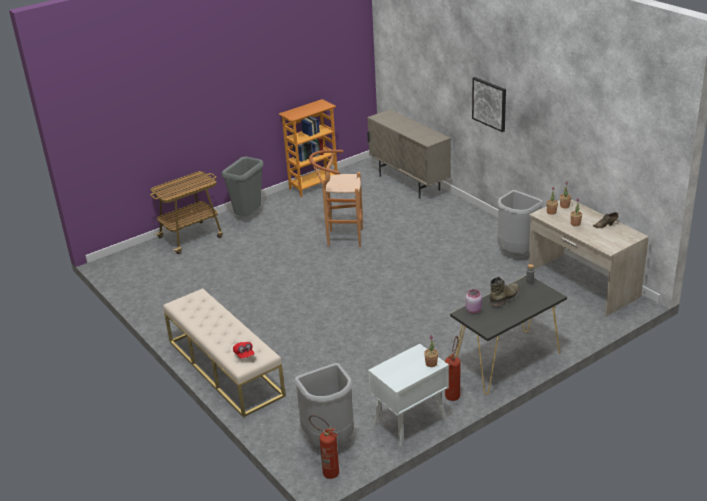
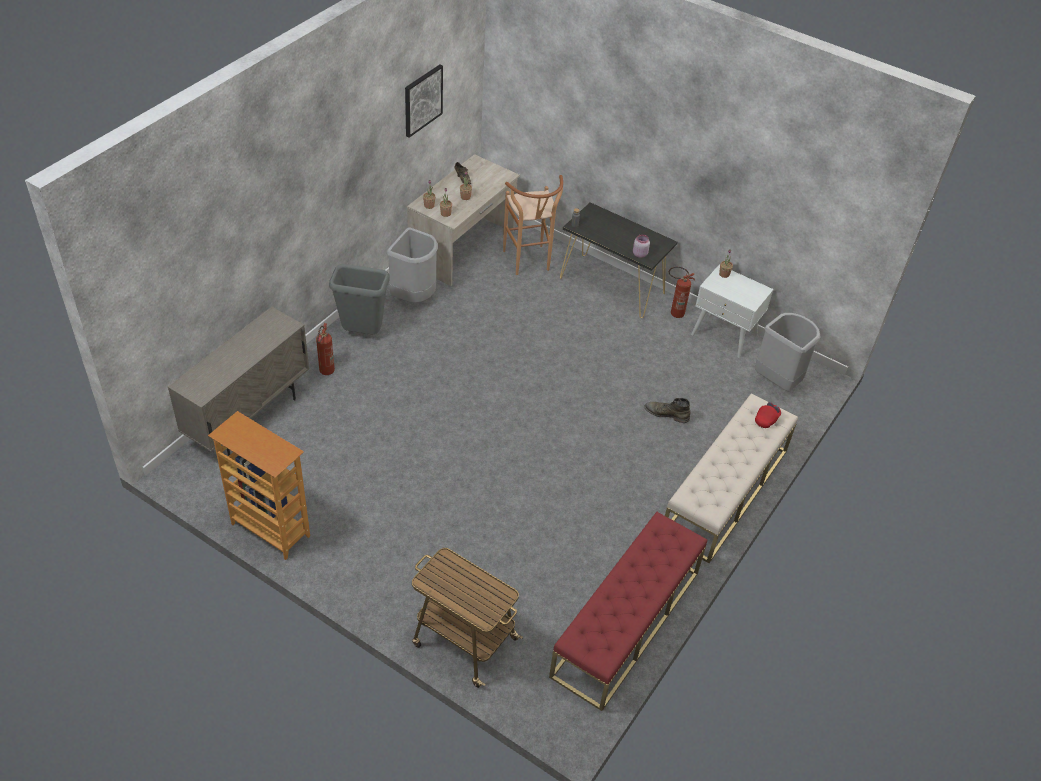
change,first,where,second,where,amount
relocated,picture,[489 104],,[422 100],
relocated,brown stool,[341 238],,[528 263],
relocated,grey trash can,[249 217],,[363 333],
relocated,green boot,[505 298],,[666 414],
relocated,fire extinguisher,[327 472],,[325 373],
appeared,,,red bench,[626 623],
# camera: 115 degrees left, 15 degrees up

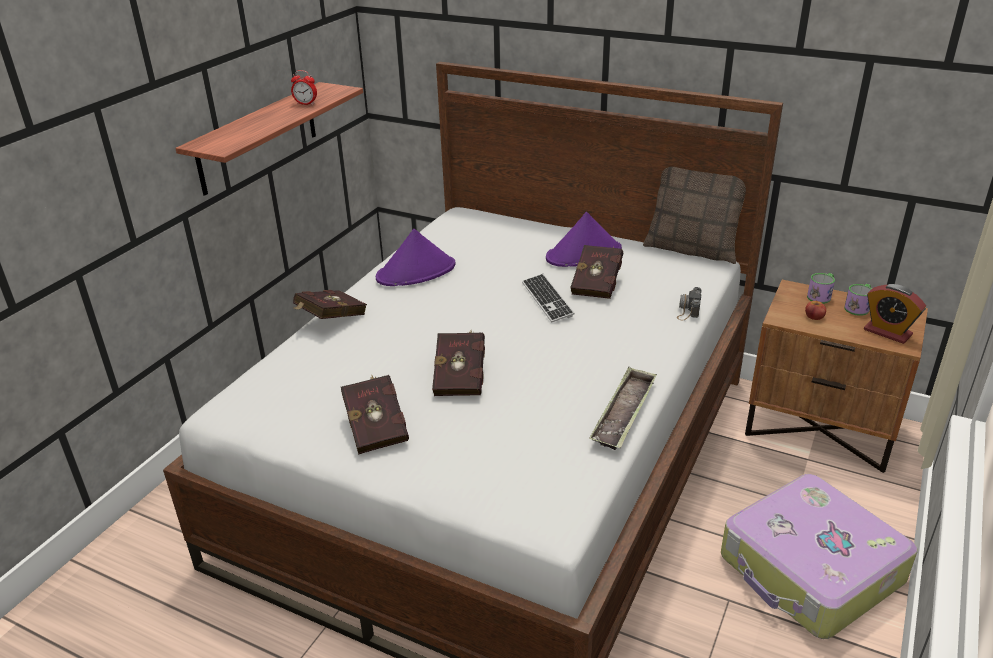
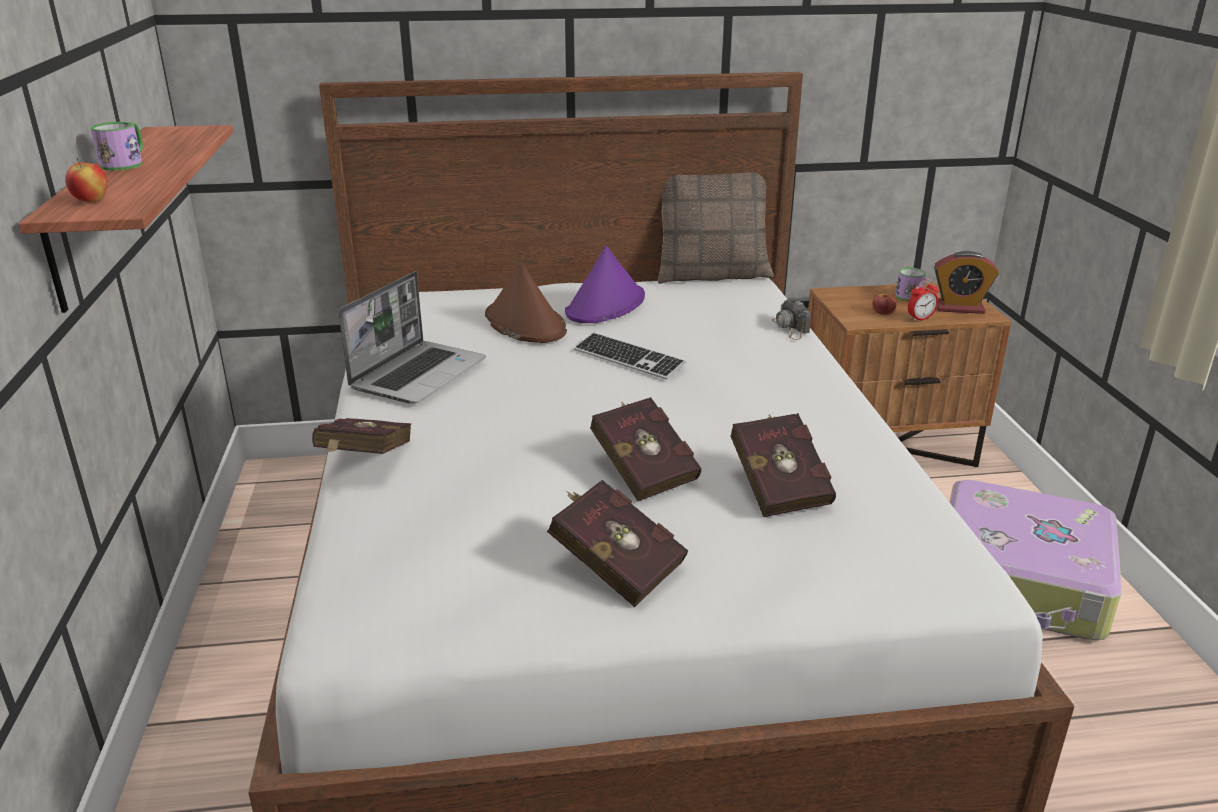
change,first,where,second,where,amount
relocated,alarm clock,[306 104],,[920 319],
exchanged,purple hat,[416 272],laptop,[419 374],
relocated,red book,[598 284],,[778 486],
relocated,mug,[821 296],,[126 163],
missing,tray,[624 413],,,
appeared,,,apple,[91 201],
appeared,,,brown hat,[524 323],
# camera: 35 degrees left, 5 degrees down

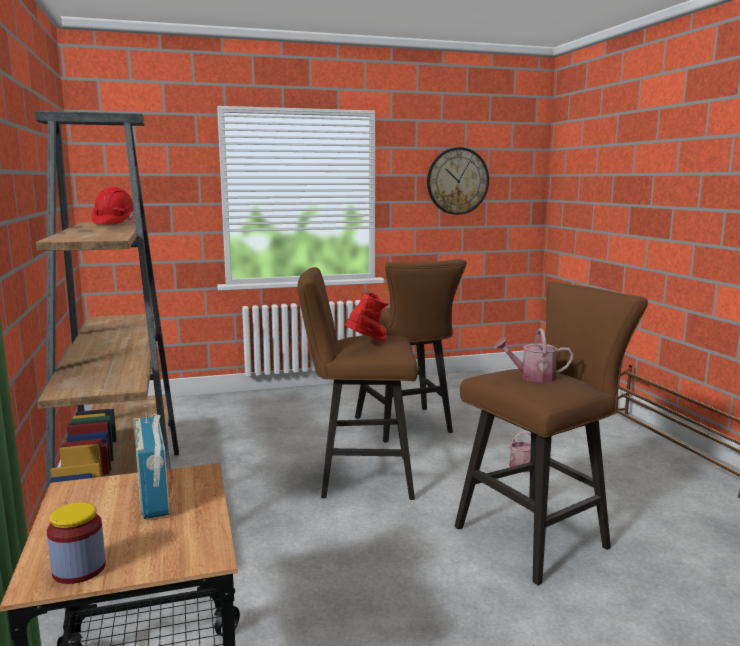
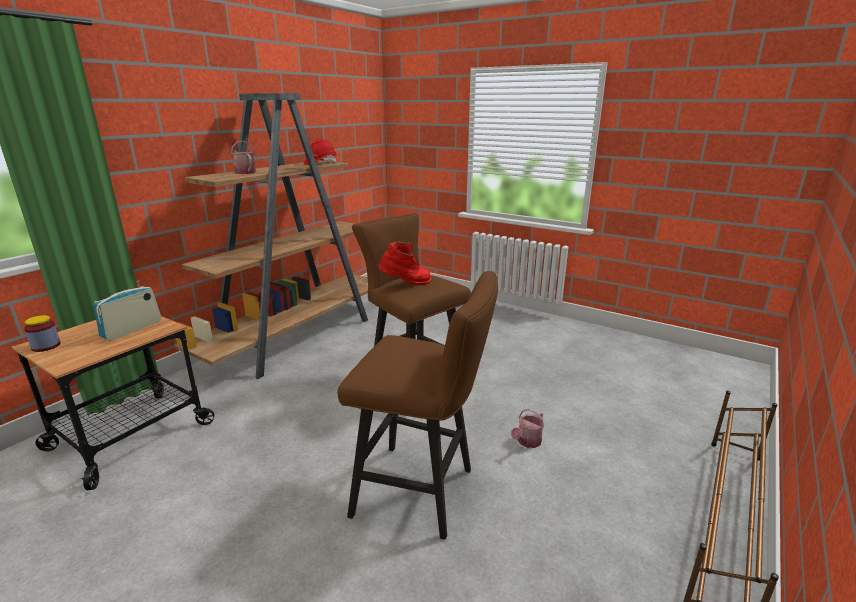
change,first,where,second,where,amount
missing,wall clock,[457 181],,,
missing,brown stool,[407 427],,,
relocated,watering can,[532 377],,[244 172],
# camera: 50 degrees right, 10 degrees up

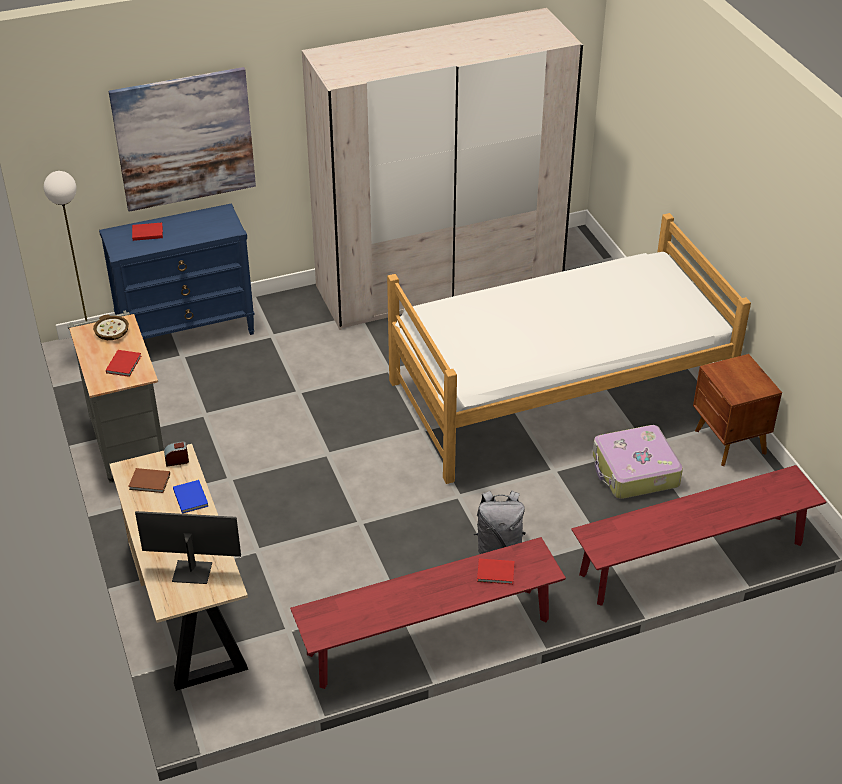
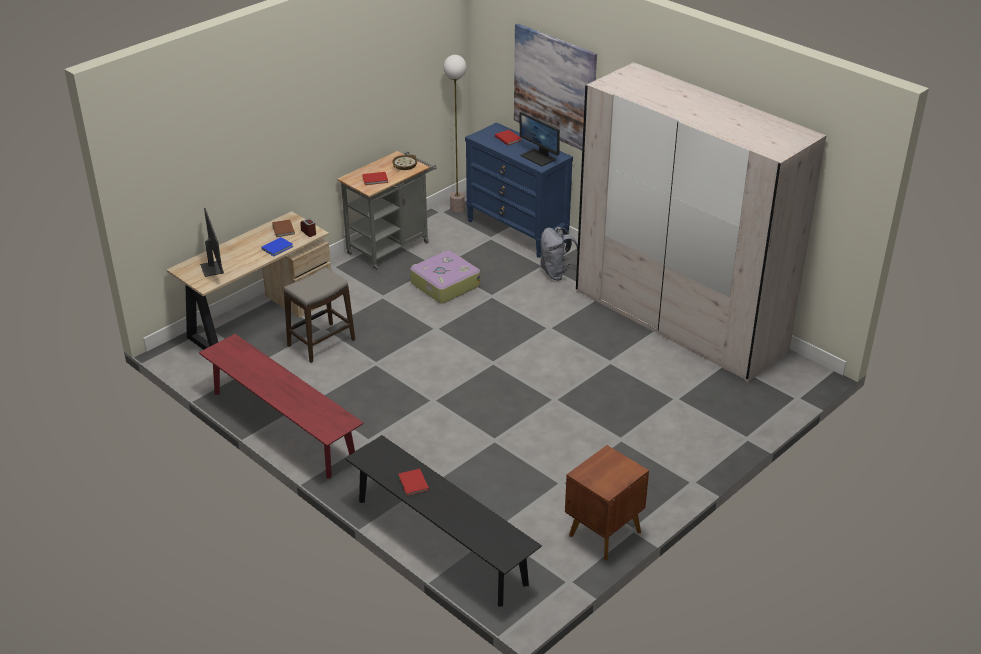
change,first,where,second,where,amount
missing,bed,[559 395],,,
relocated,suitcase,[634 471],,[444 284],
colour,red bench,[691 559],black bench,[440 541],
relocated,grey backpack,[499 548],,[557 273],
relocated,red book,[496 573],,[413 484],
appeared,,,monitor,[538 157],
appeared,,,stool,[321 343],
# camera: 65 degrees right, 5 degrees down

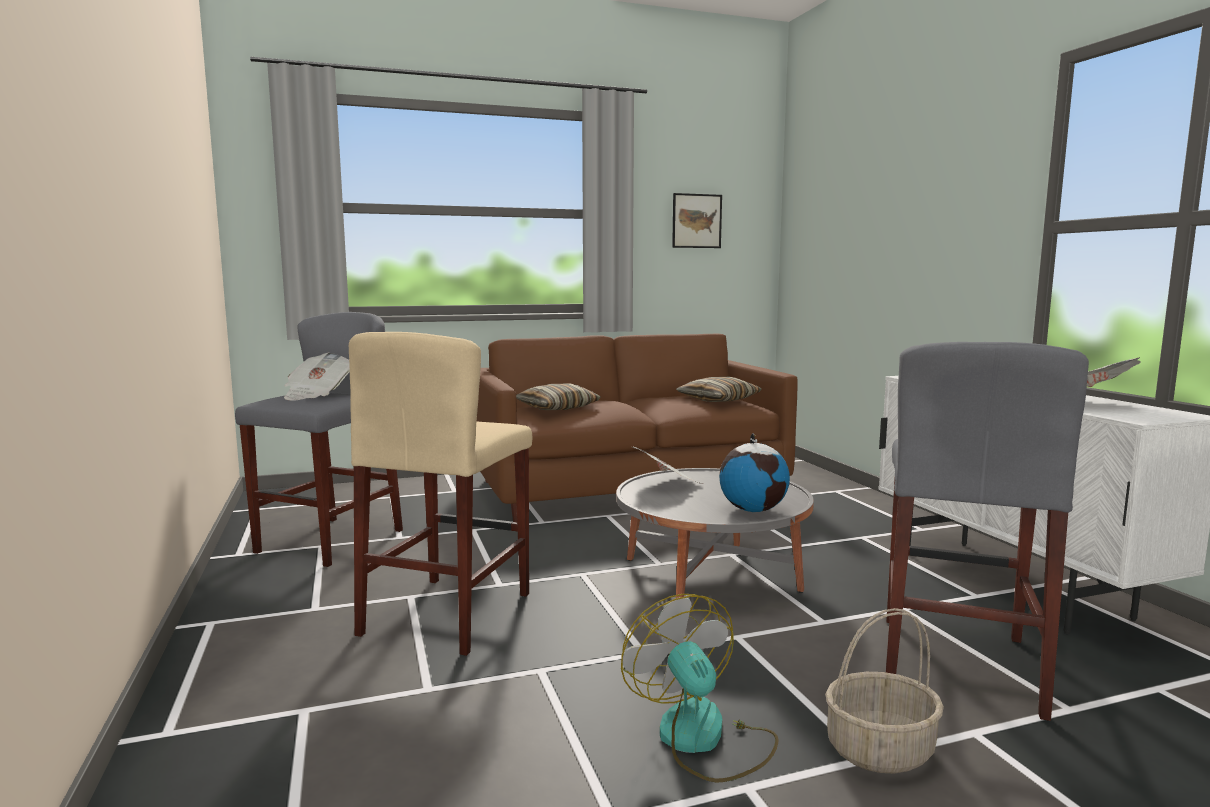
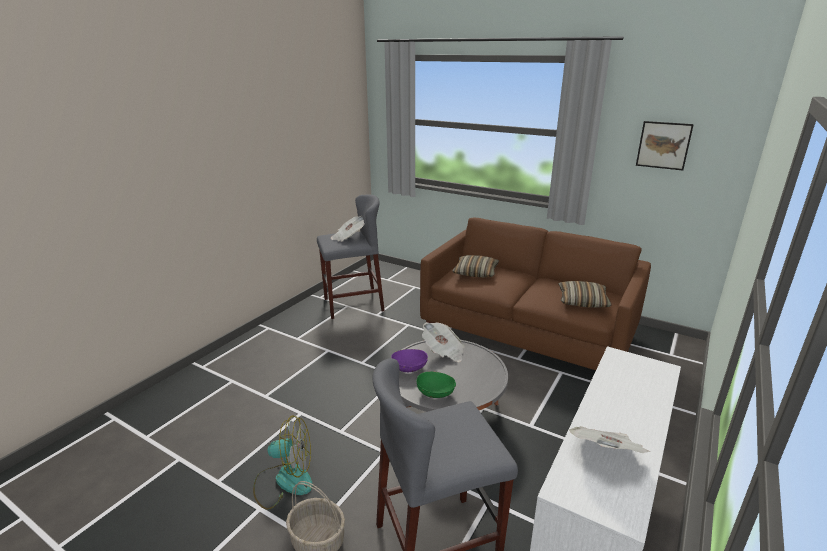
change,first,where,second,where,amount
missing,beige stool,[447 613],,,
exchanged,globe,[753 510],green bowl,[435 393],
spun,fan,[702 739],,[284 481],60 degrees clockwise
appeared,,,purple bowl,[409 368],
# camera: 50 degrees right, 15 degrees up

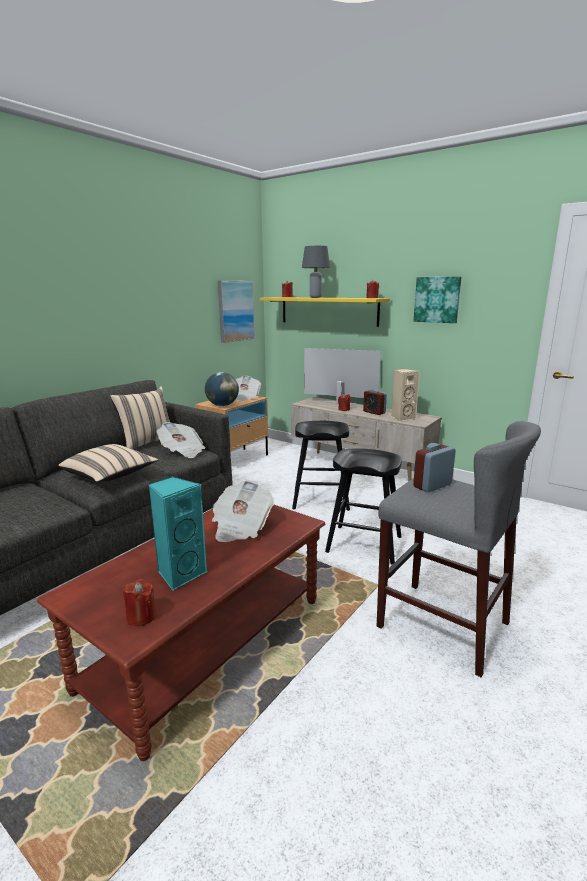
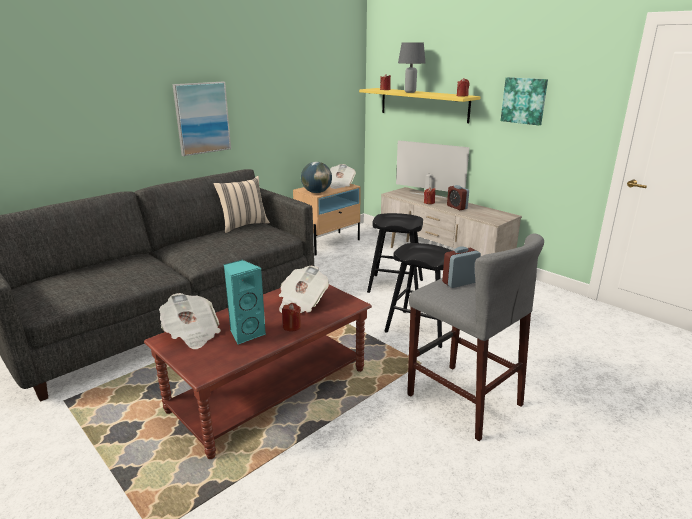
change,first,where,second,where,amount
relocated,picture,[235 311],,[202 118],
missing,beige speaker,[402 418],,,
relocated,newspaper,[182 451],,[192 334],
missing,beige pillow,[110 476],,,
relocated,red candle,[141 617],,[292 327],
# camera: 10 degrees right, 5 degrees up

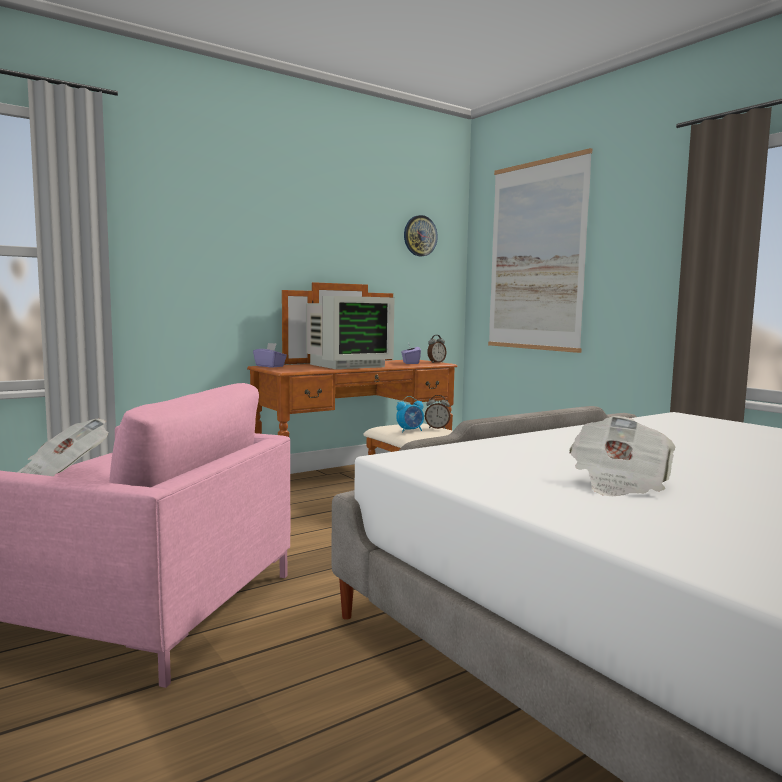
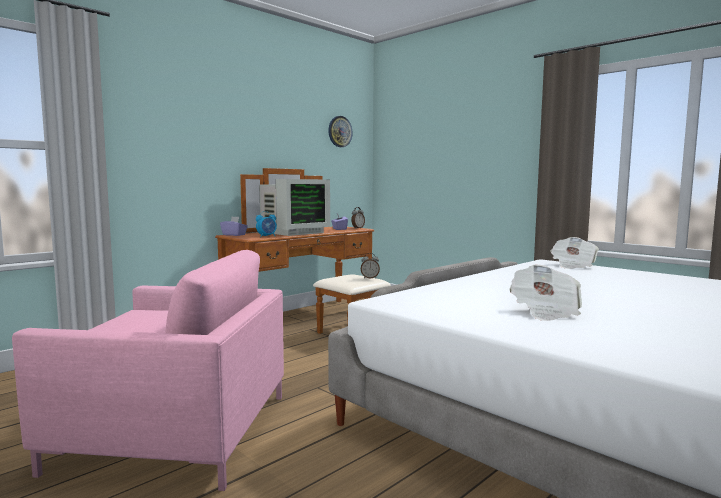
change,first,where,second,where,amount
missing,picture,[536 256],,,
relocated,alarm clock,[410 431],,[267 236],
relocated,newspaper,[61 473],,[572 265],
# camera: 10 degrees left, 0 degrees up

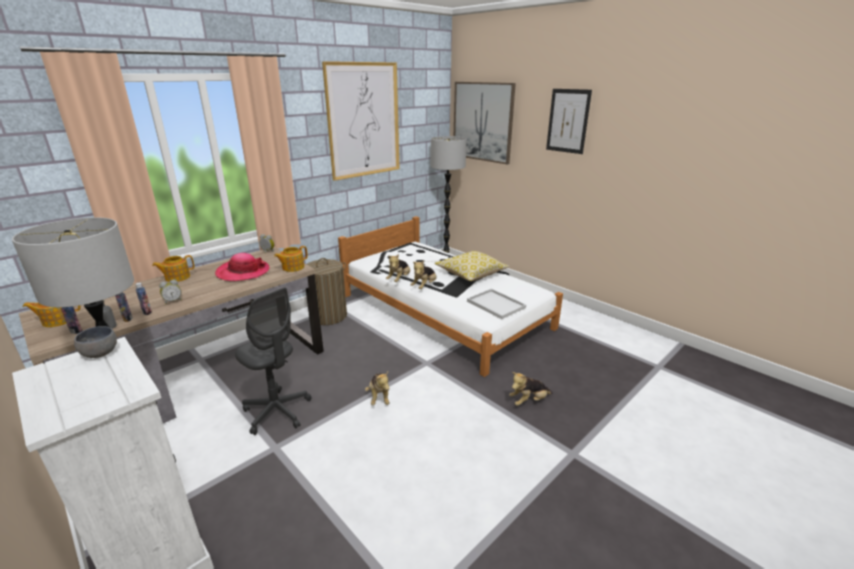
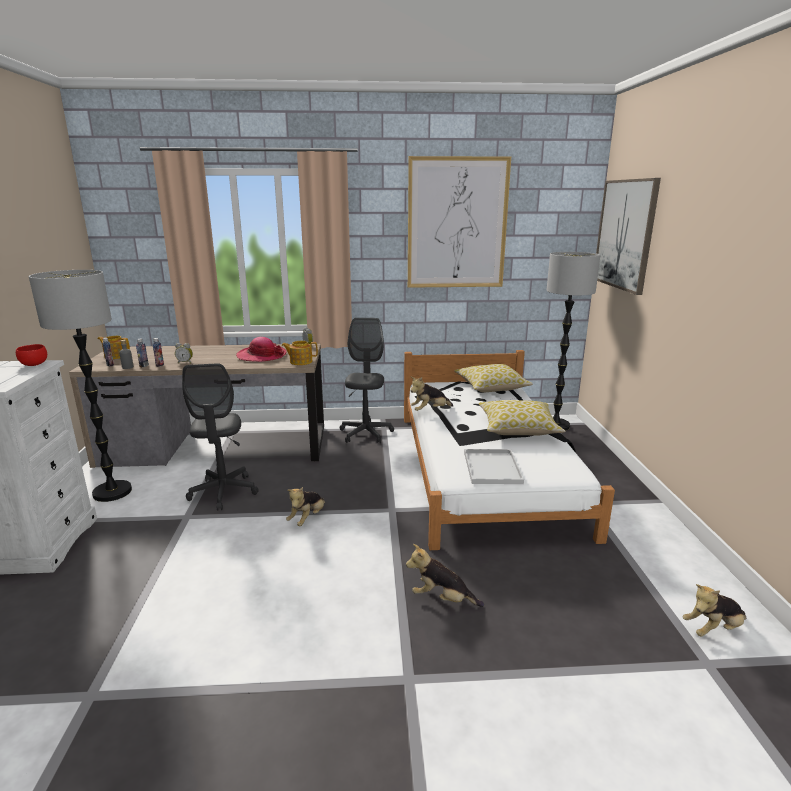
change,first,where,second,where,amount
missing,picture,[568 121],,,
missing,teapot,[177 277],,,
exchanged,laundry basket,[328 316],grey office chair,[366 433],
relocated,plush toy,[424 286],,[713 629],
colour,grey bowl,[102 353],red bowl,[34 365],
appeared,,,pillow,[491 387],
# camera: 40 degrees right, 5 degrees down

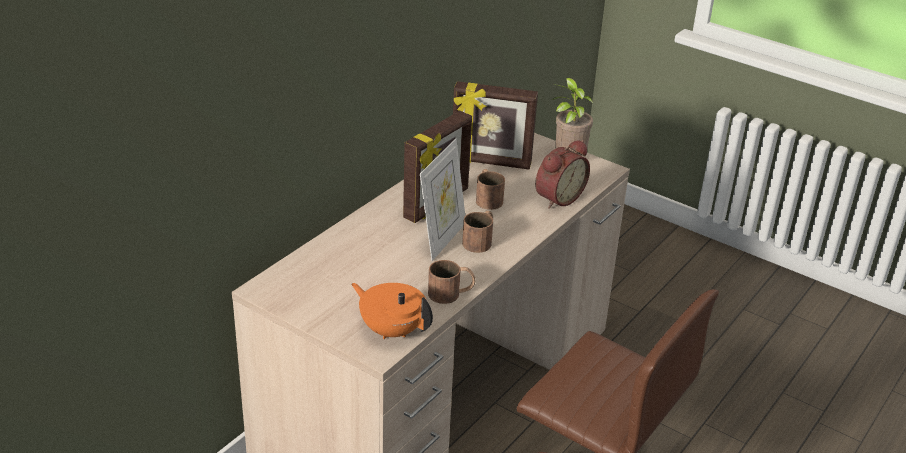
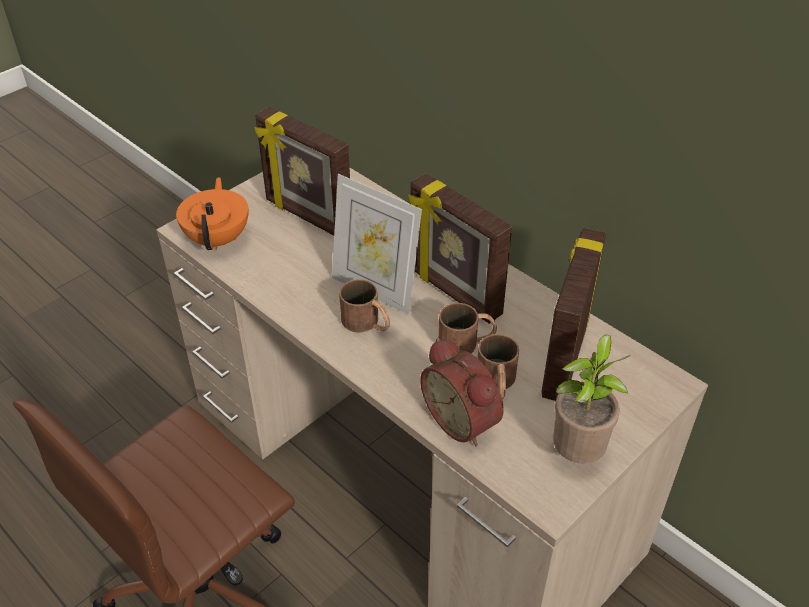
change,first,where,second,where,amount
relocated,brown mug,[451 293],,[497 383],
spun,orange teapot,[392 330],,[218 238],45 degrees counterclockwise
appeared,,,picture frame,[307 216],
# camera: 100 degrees right, 10 degrees up

